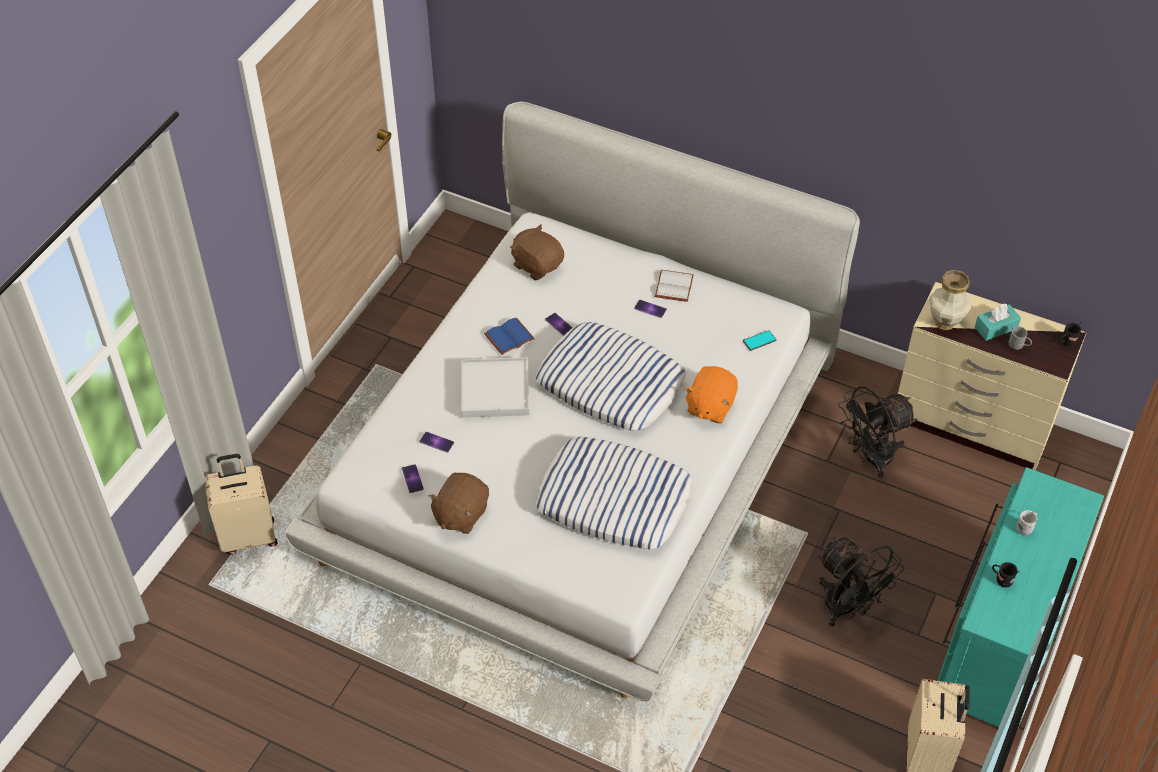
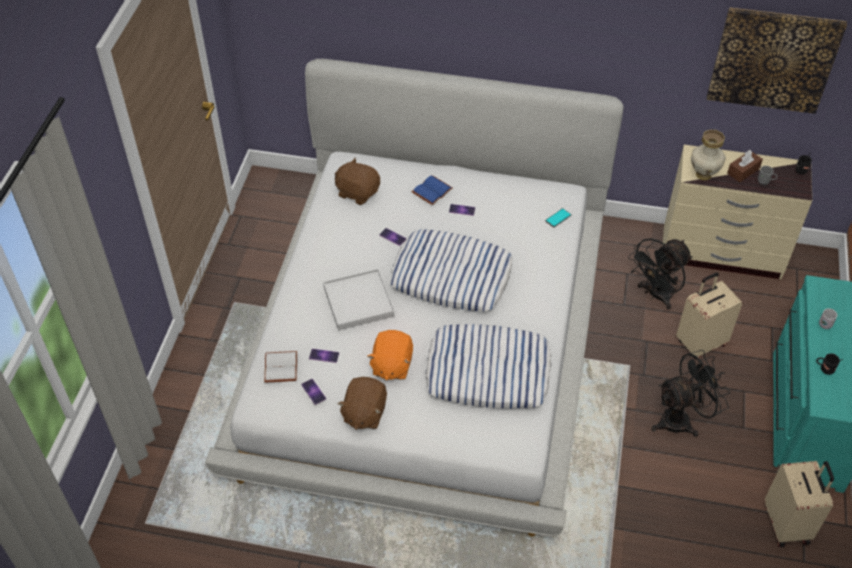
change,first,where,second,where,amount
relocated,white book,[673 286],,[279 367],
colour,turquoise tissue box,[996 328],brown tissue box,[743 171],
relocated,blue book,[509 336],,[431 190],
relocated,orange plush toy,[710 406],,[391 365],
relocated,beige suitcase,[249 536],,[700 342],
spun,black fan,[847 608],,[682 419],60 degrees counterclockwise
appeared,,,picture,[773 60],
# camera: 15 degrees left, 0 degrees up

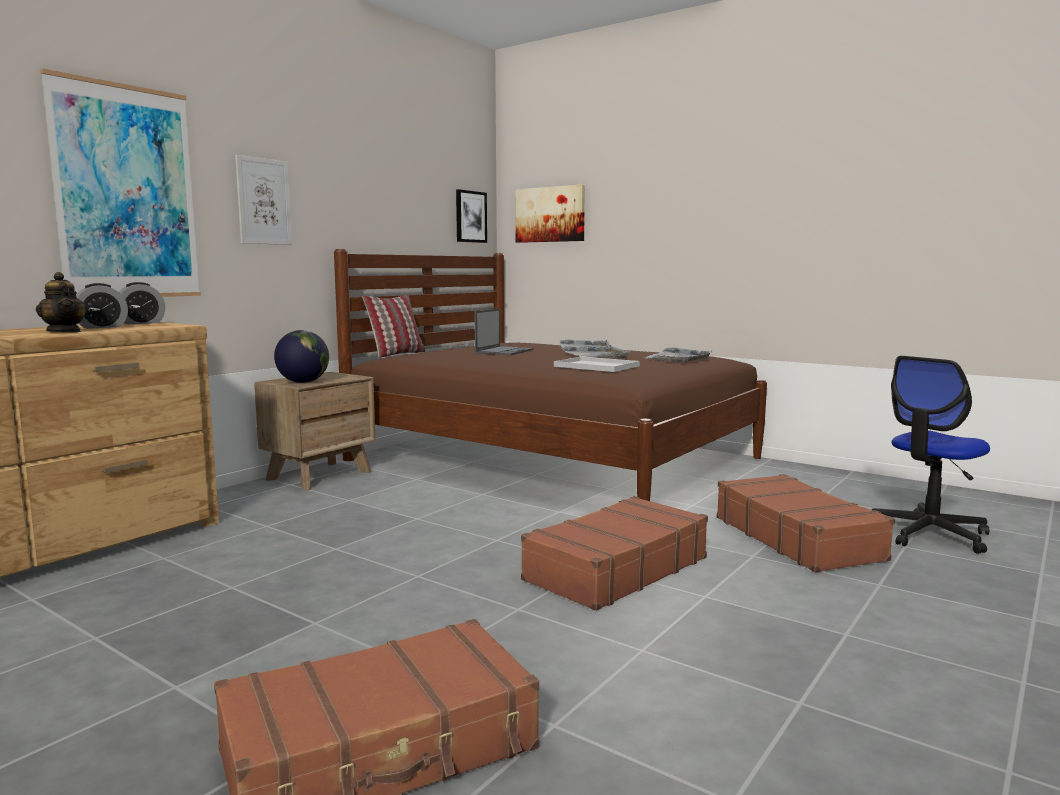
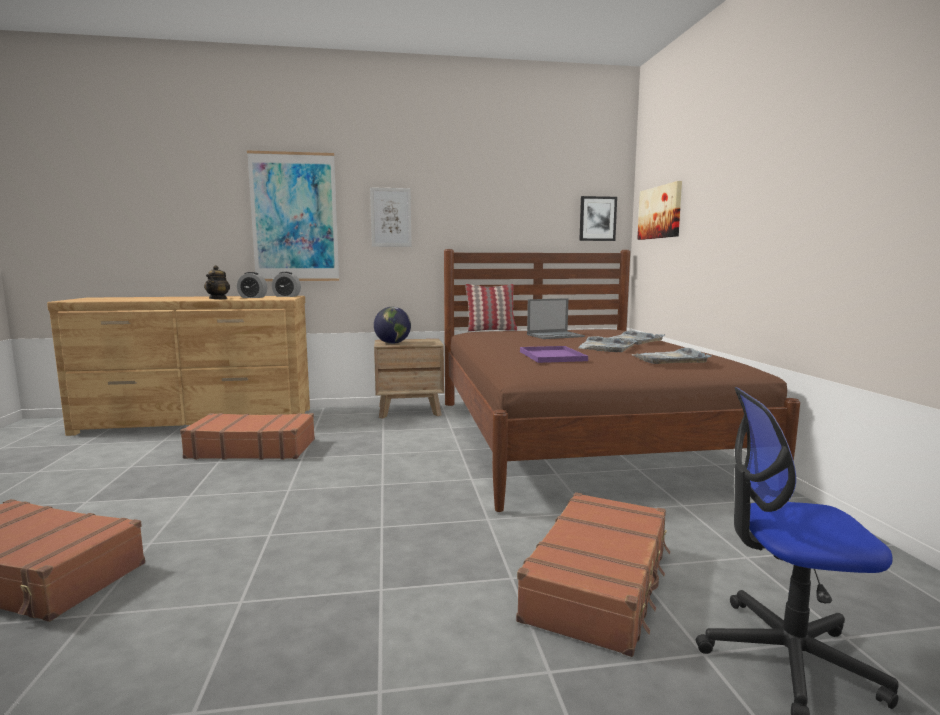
change,first,where,second,where,amount
colour,white tray,[595 366],purple tray,[551 356],
relocated,brown suitcase,[615 569],,[252 449],
# camera: 45 degrees right, 0 degrees up

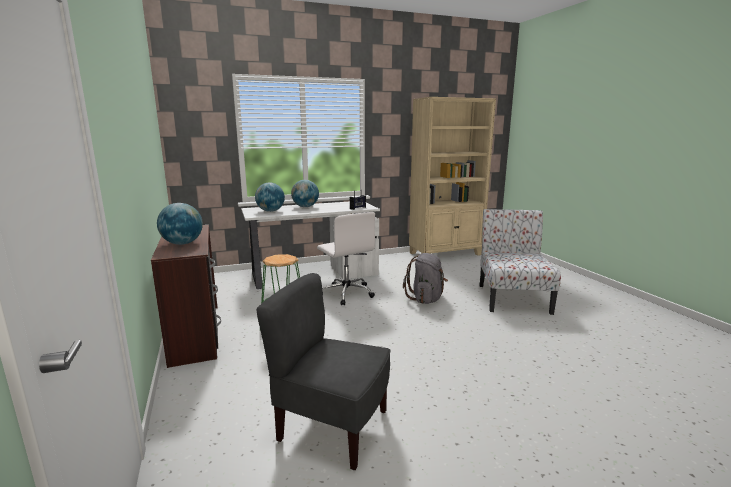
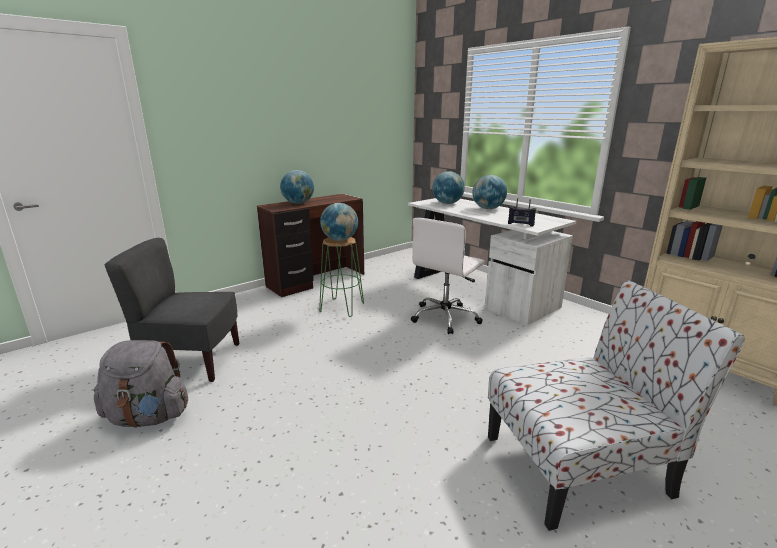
change,first,where,second,where,amount
relocated,grey backpack,[426 299],,[149 417],
spun,grey chair,[332 427],,[192 361],90 degrees counterclockwise
appeared,,,globe,[340 240],
# camera: 70 degrees right, 5 degrees up

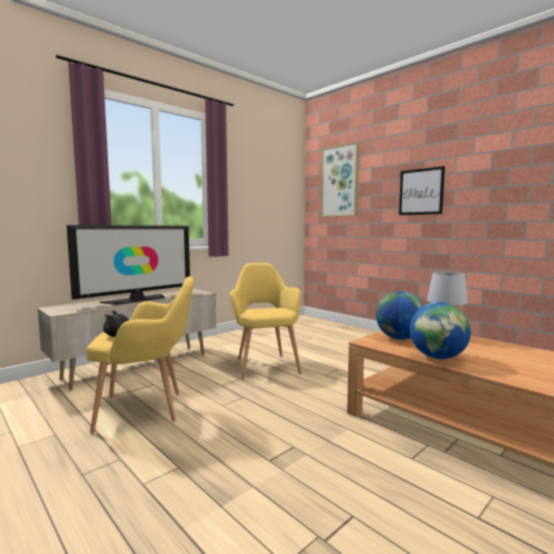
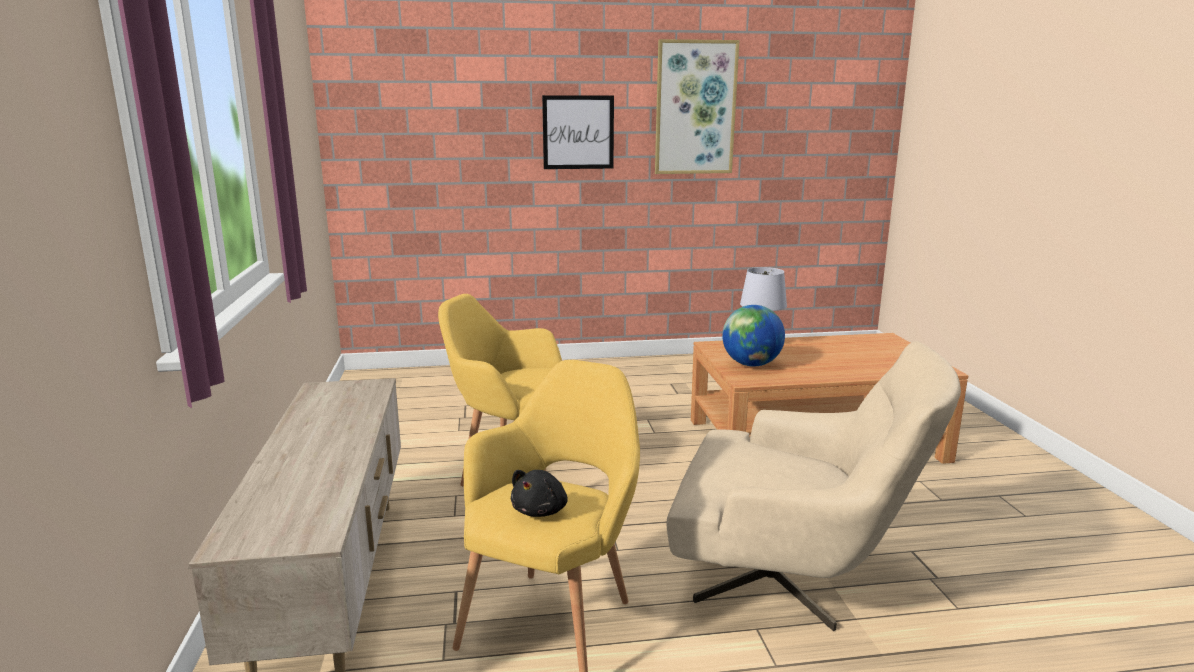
change,first,where,second,where,amount
relocated,picture,[340 181],,[695 108],
missing,television,[137 299],,,
missing,globe,[438 357],,,
appeared,,,beige armchair,[793 581],
# camera: 55 degrees left, 10 degrees up

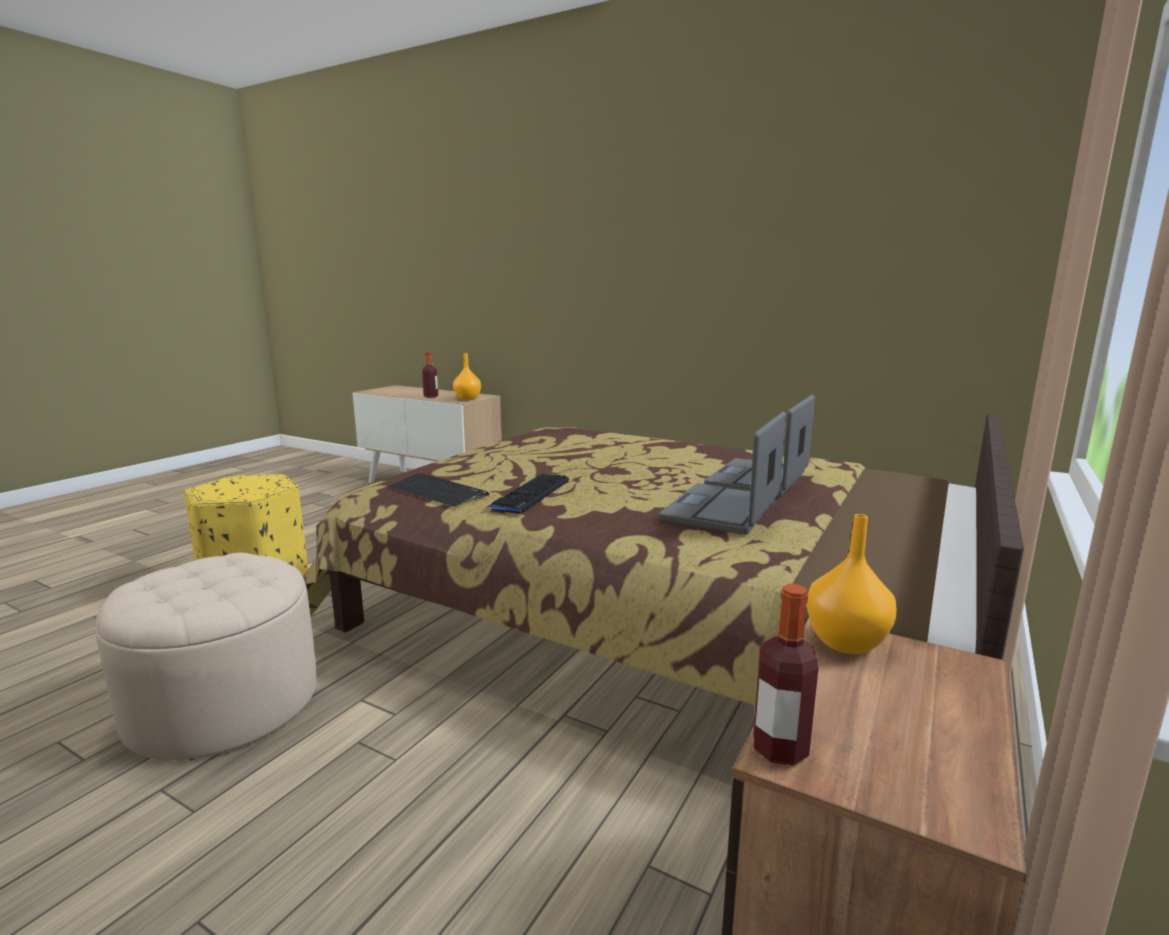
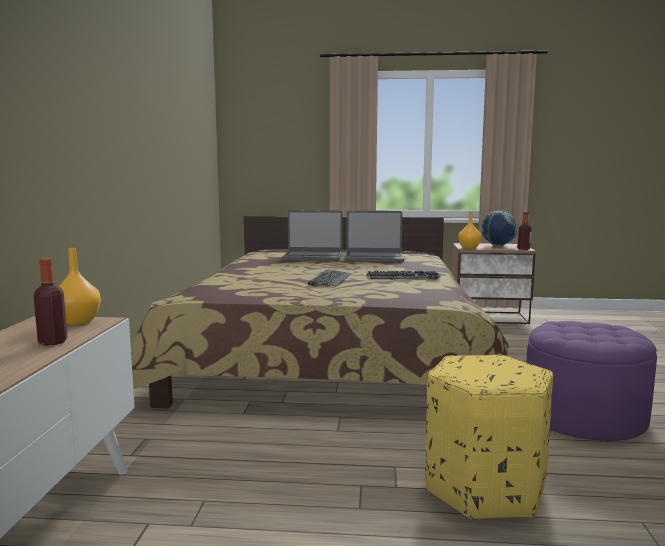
change,first,where,second,where,amount
relocated,keyboard,[438 491],,[330 279],
colour,beige ottoman,[224 704],purple ottoman,[584 416],
appeared,,,globe,[498 245],
# camera: 115 degrees left, 5 degrees down

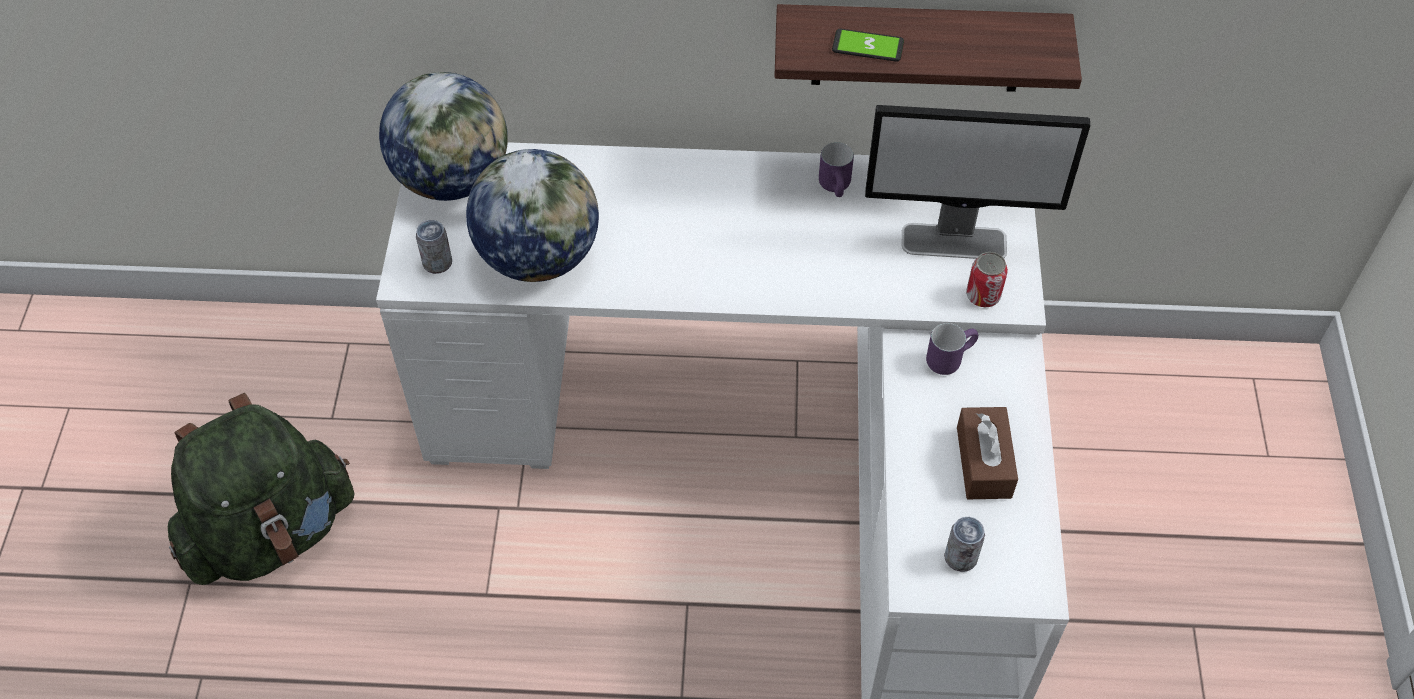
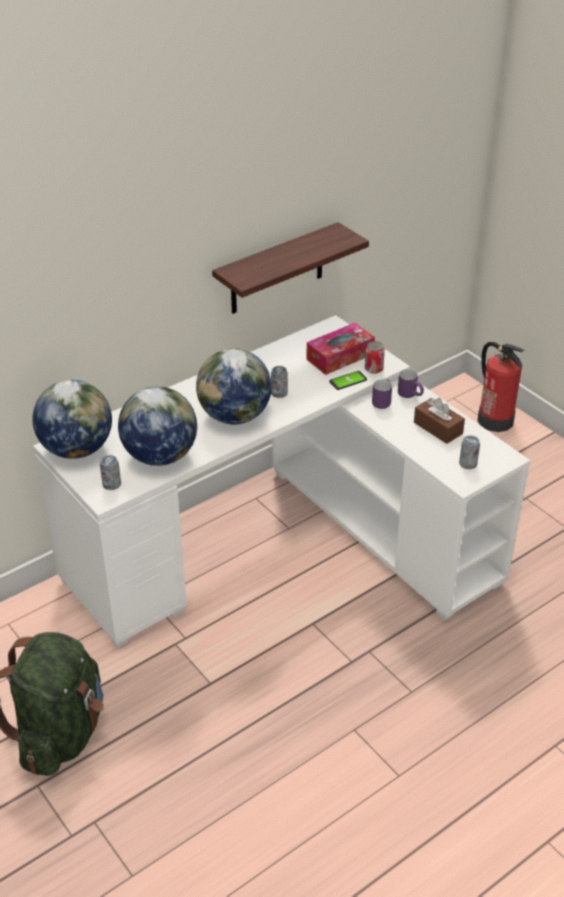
change,first,where,second,where,amount
relocated,phone,[867 46],,[348 381],
exchanged,monitor,[955 242],tissue box,[340 356],
relocated,purple mug,[837 188],,[411 395],
appeared,,,fire extinguisher,[495 420],
appeared,,,globe,[234 416],
appeared,,,can,[279 393],
# camera: 40 degrees left, 15 degrees down

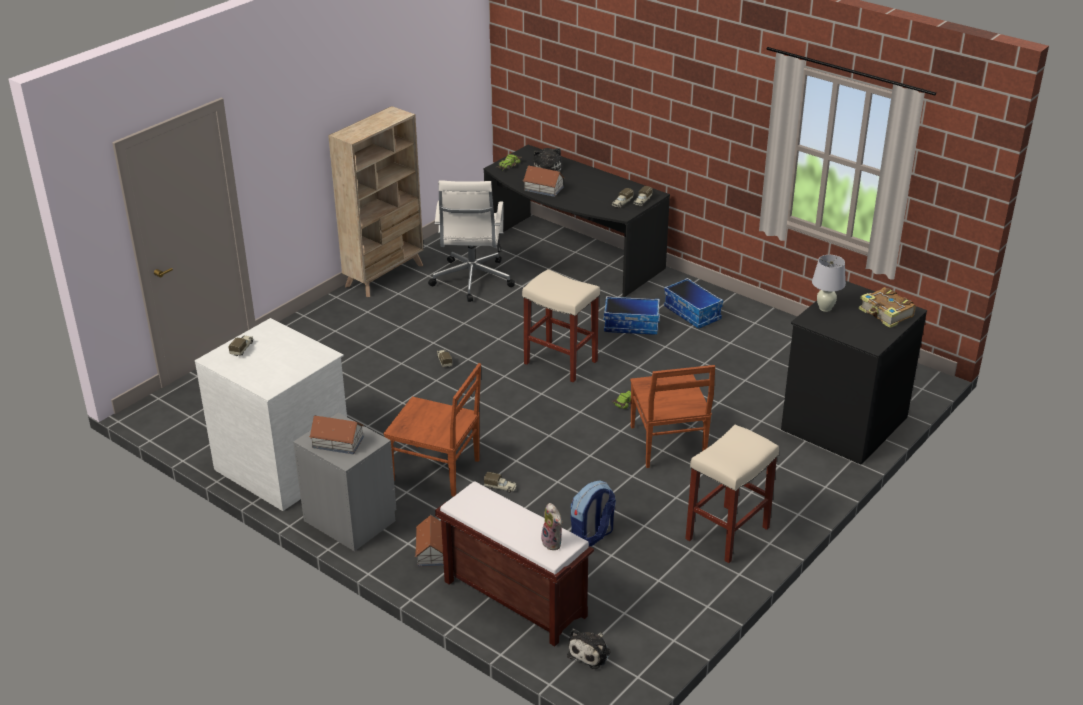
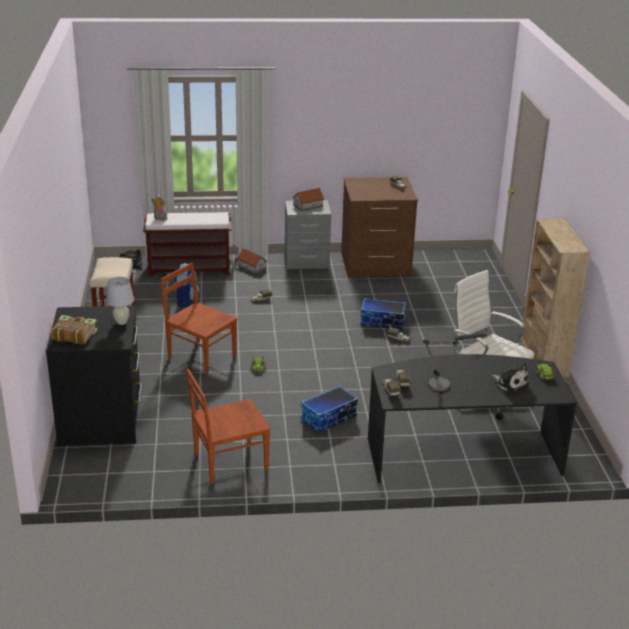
change,first,where,second,where,amount
missing,toy house,[544 189],,,
missing,beige stool,[561 362],,,
relocated,storage box,[693 313],,[382 322],
colour,white dresser,[284 465],brown dresser,[375 265],
relocated,brown chair,[437 471],,[229 462],
appeared,,,table lamp,[445 384],
# camera: 135 degrees right, 5 degrees down

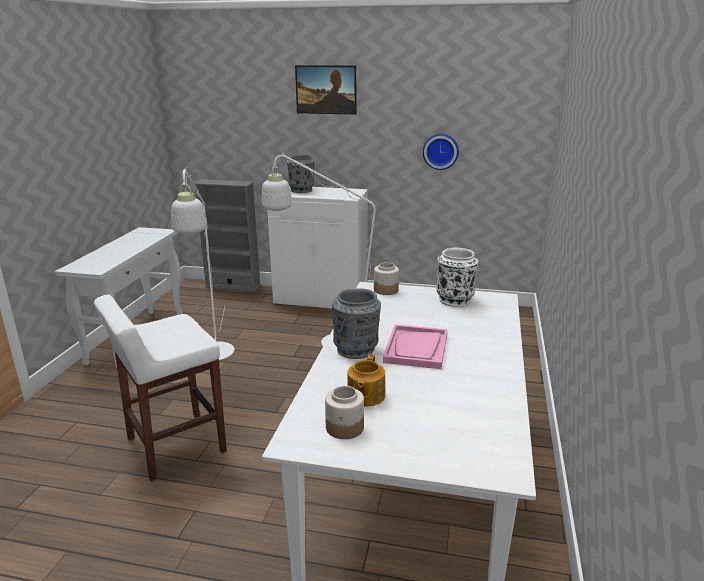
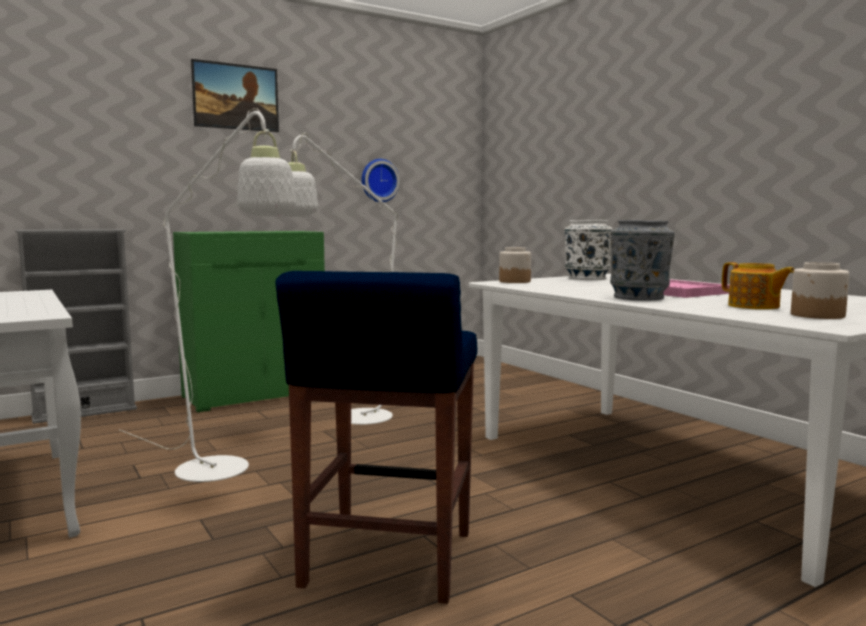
change,first,where,second,where,amount
missing,grey vase,[301 190],,,
colour,white cabinet,[321 299],green cabinet,[255 394],
colour,white stool,[174 446],blue stool,[387 561],
# camera: 45 degrees left, 15 degrees down

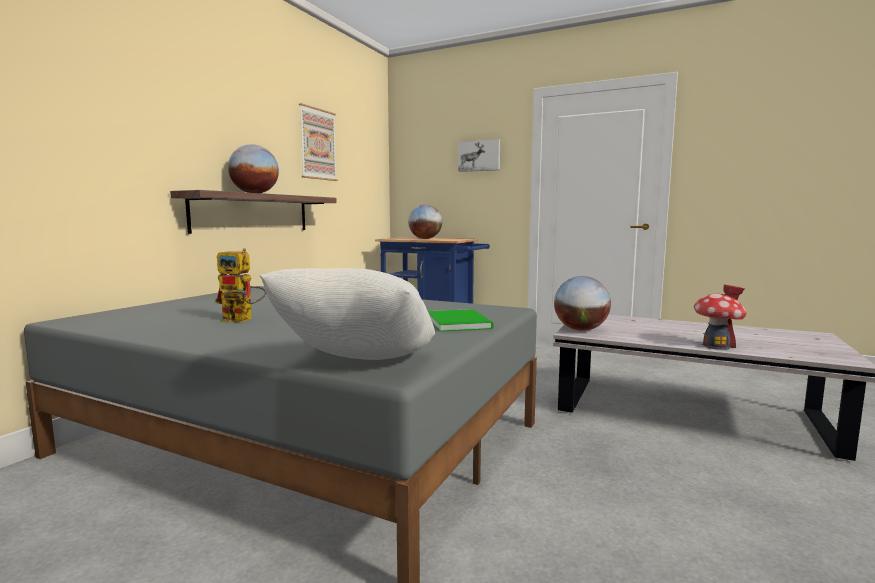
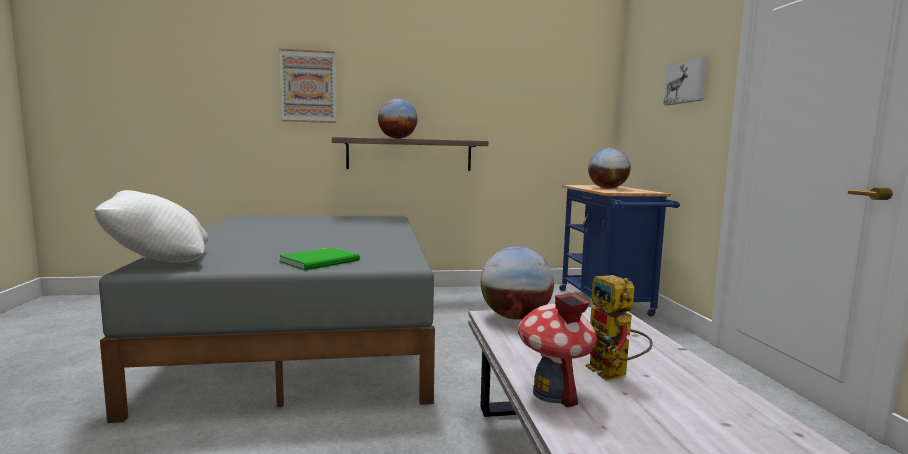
change,first,where,second,where,amount
relocated,picture,[317 144],,[308 86],
relocated,toy robot,[243 319],,[614 374],
# camera: 55 degrees right, 0 degrees up

